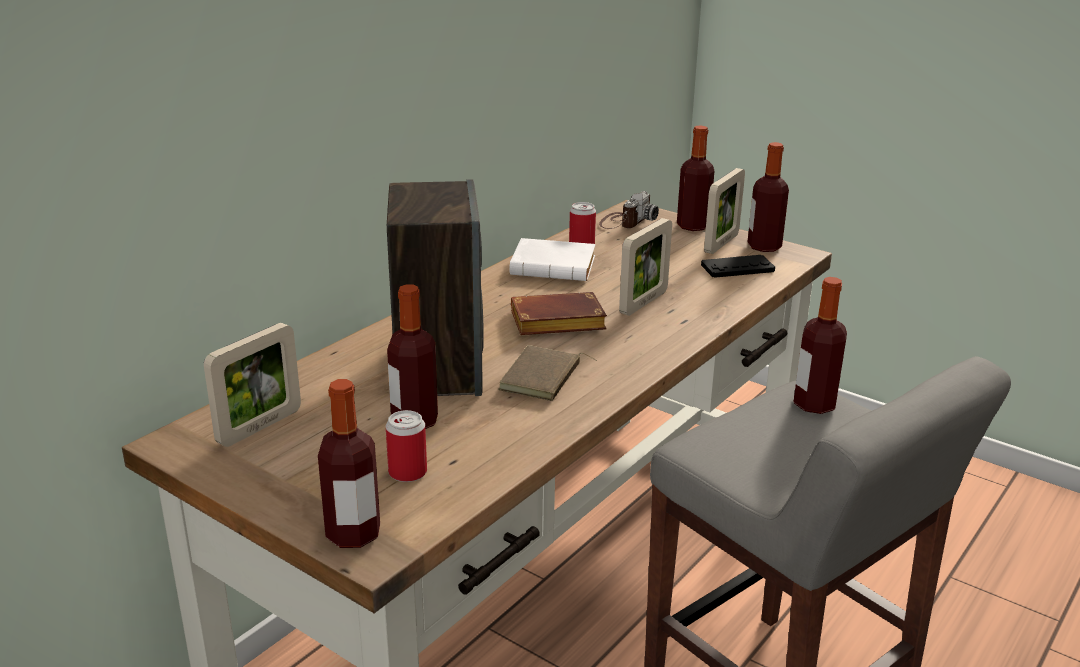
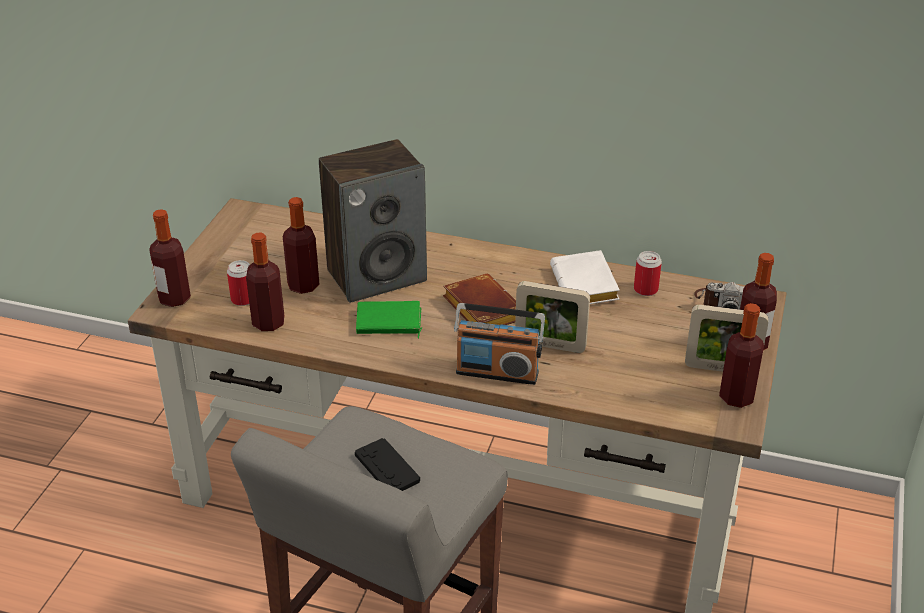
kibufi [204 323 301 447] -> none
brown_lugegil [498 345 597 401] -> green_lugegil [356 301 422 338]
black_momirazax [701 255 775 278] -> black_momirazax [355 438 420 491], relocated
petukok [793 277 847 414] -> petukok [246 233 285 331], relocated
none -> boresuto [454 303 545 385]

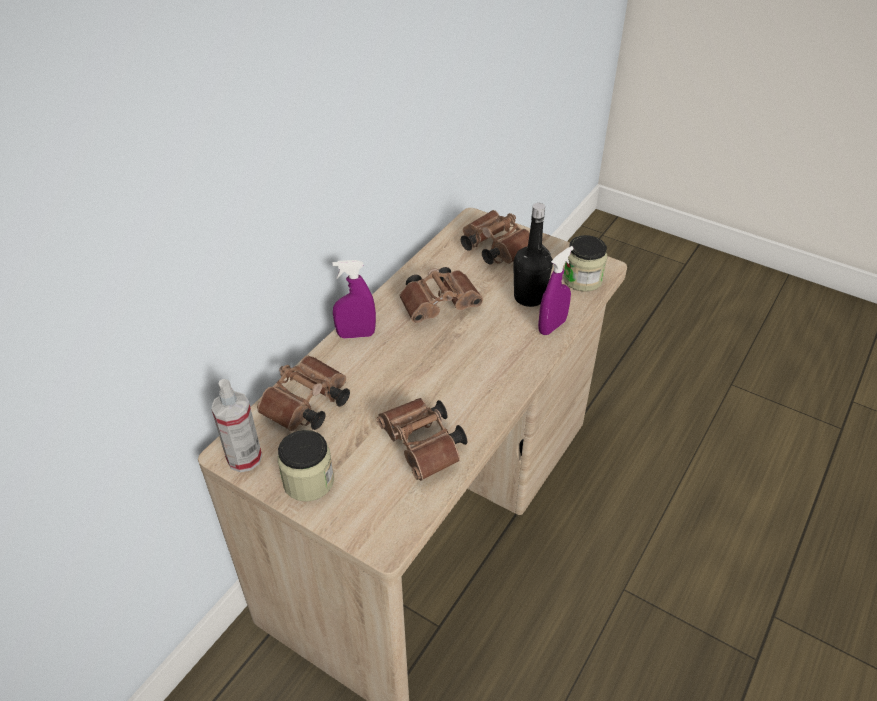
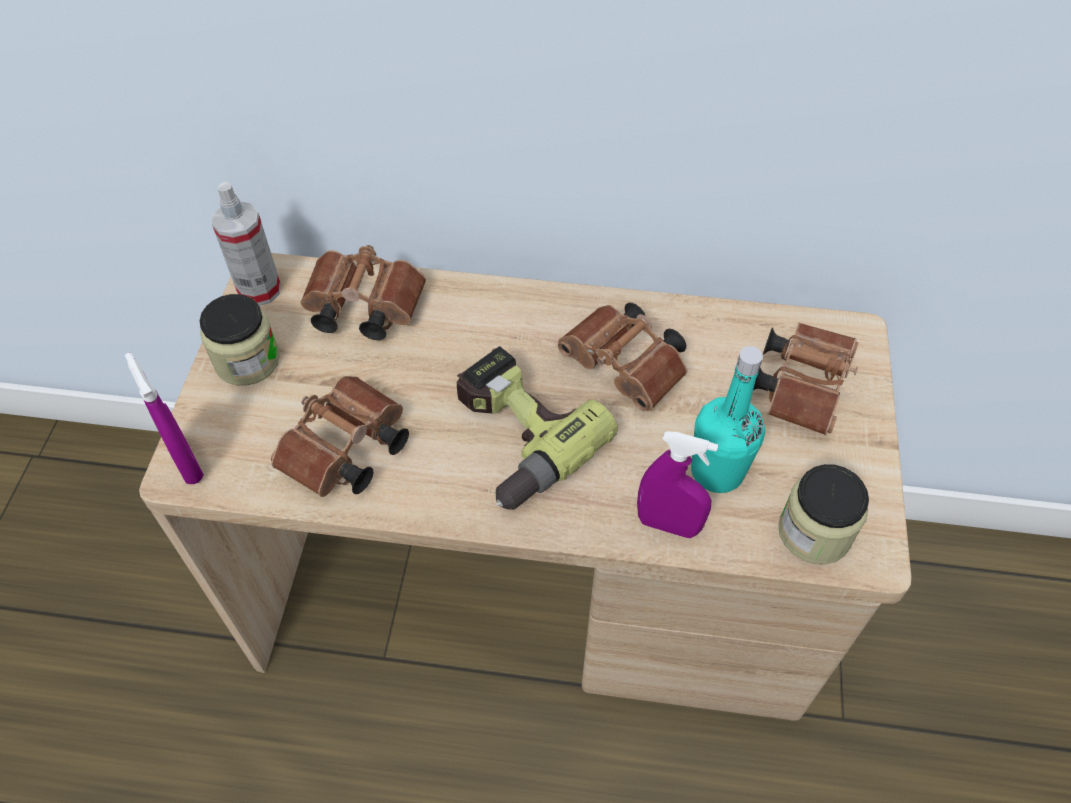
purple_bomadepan [333 260 376 339] -> purple_bomadepan [125 353 204 484], relocated
black_petukok [513 203 553 307] -> turquoise_petukok [691 346 765 493]
none -> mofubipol [457 346 618 510]

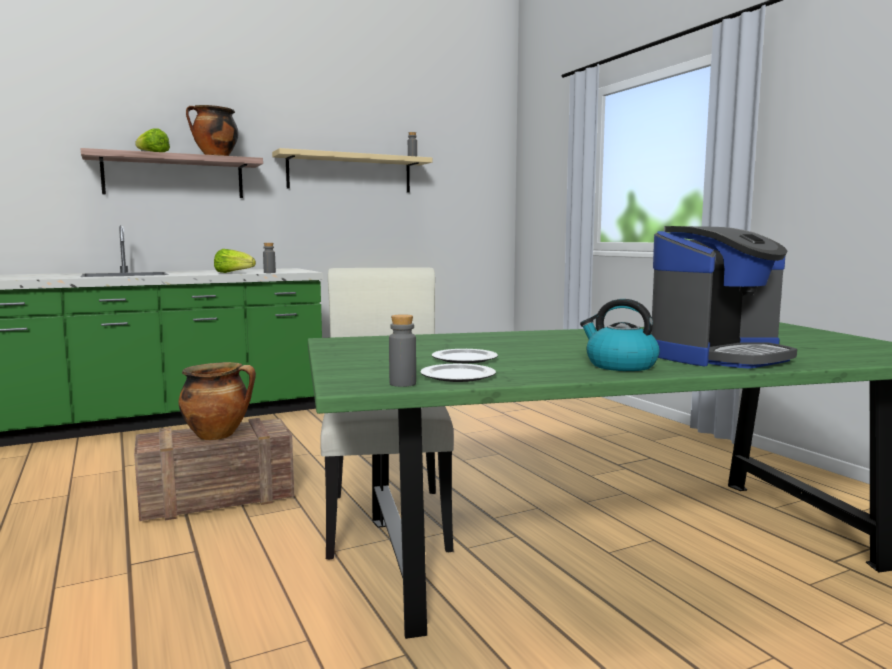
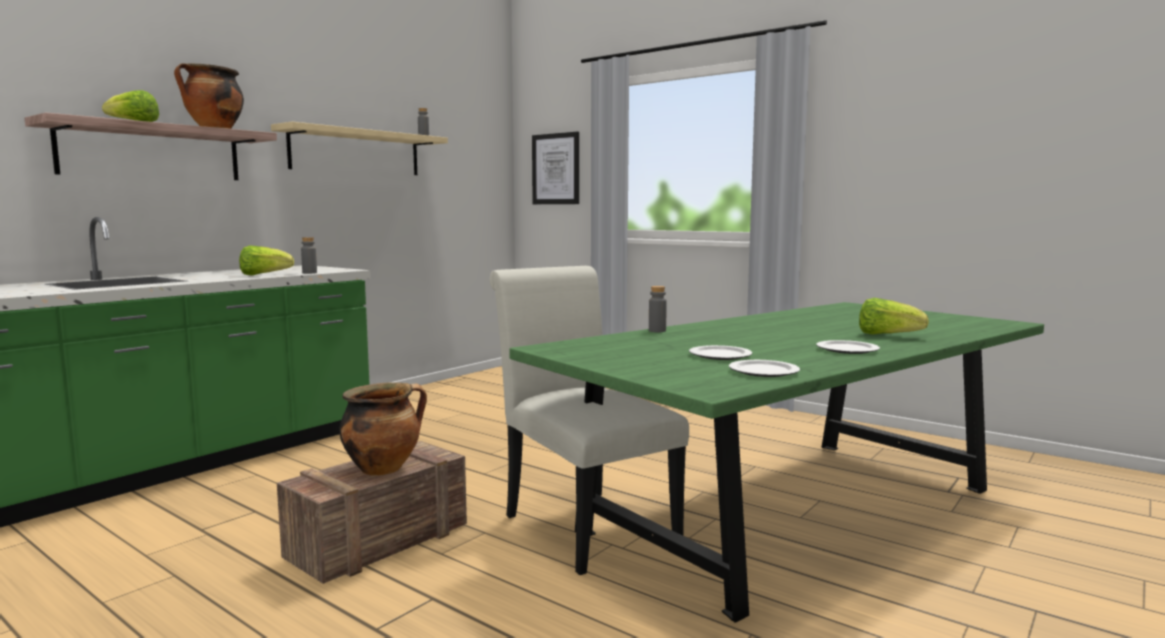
grey_petukok [389 314 416 387] -> grey_petukok [649 286 667 332], relocated
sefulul [580 299 660 371] -> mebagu [816 340 880 354]
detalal [651 226 797 369] -> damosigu [859 298 929 335]
none -> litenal [532 132 579 204]

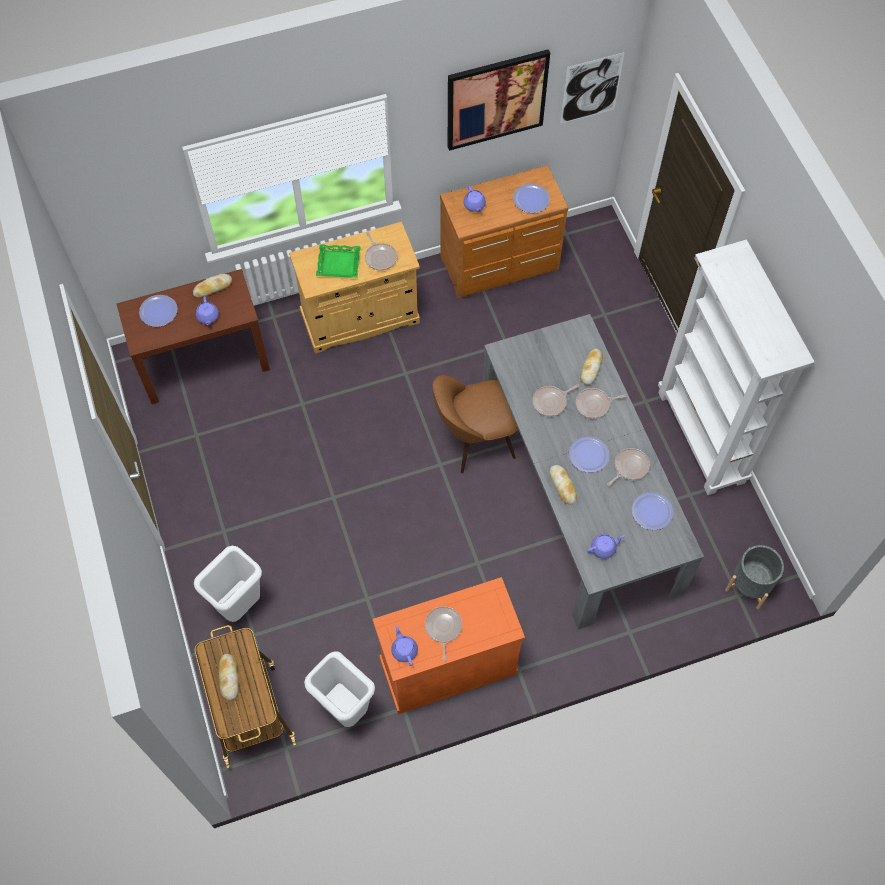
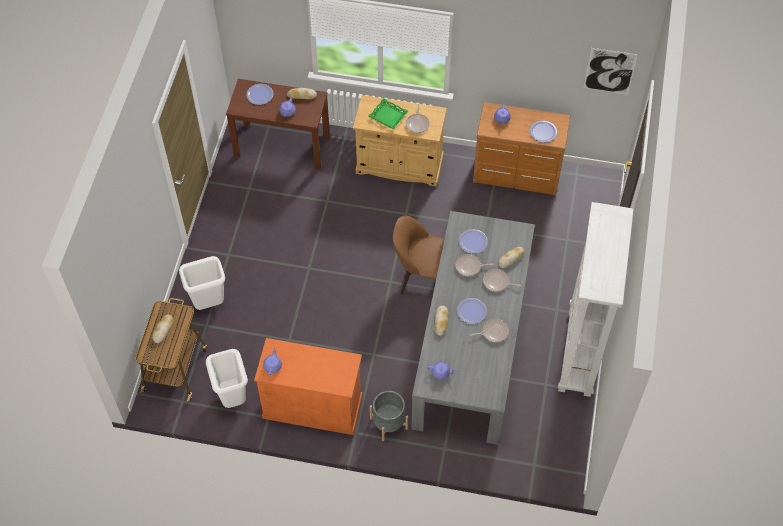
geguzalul [425 606 462 661] -> none
litenal [448 49 550 151] -> none
mebagu [632 492 673 530] -> mebagu [459 229 488 254], relocated
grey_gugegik [725 545 784 609] -> grey_gugegik [370 391 408 441], relocated

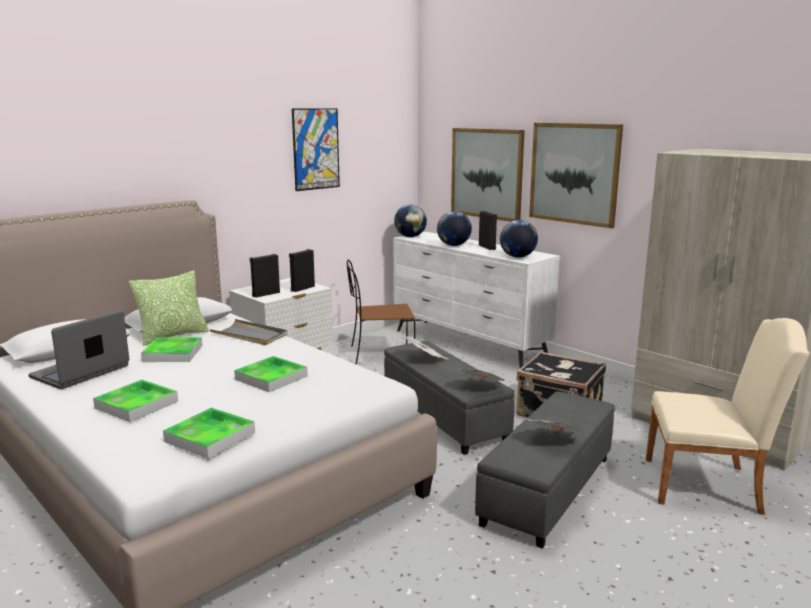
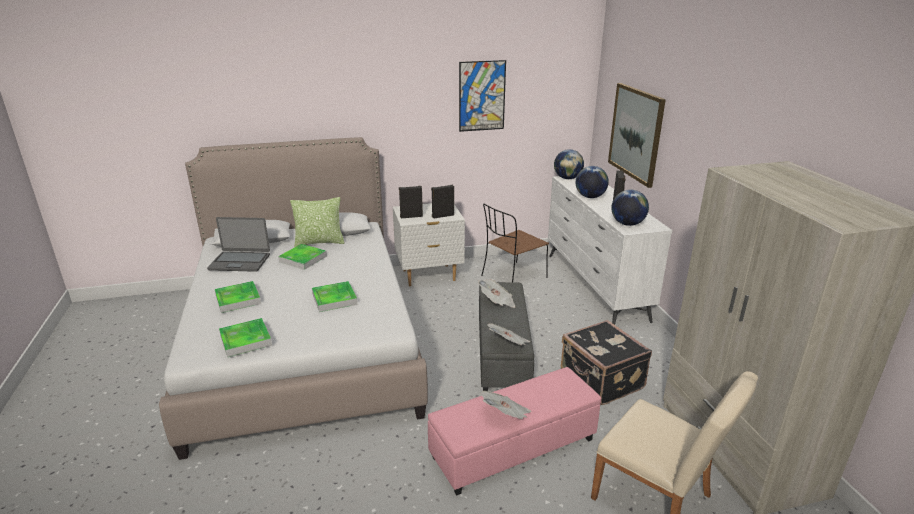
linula [28 310 129 389] -> linula [207 217 270 272], 150 degrees counterclockwise
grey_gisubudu [210 319 288 345] -> none
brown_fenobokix [346 260 415 365] -> brown_fenobokix [481 204 549 282], 60 degrees counterclockwise
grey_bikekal [475 391 615 549] -> pink_bikekal [428 367 601 495]
litenal [529 123 623 229] -> none

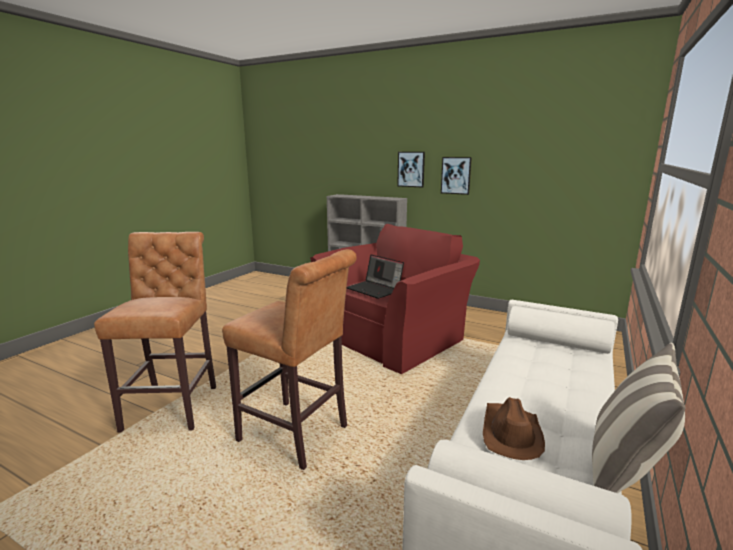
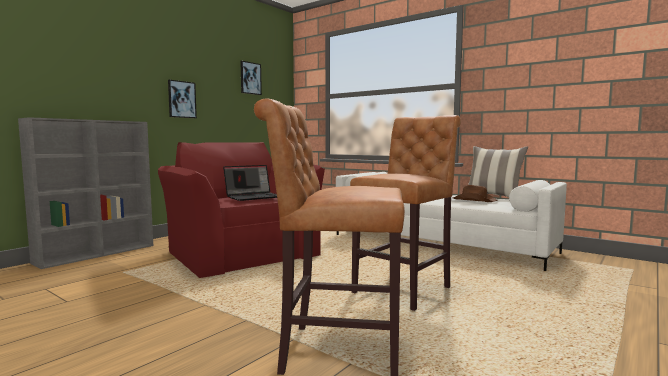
litenal [397 152 425 188] -> litenal [240 61 262 95], relocated

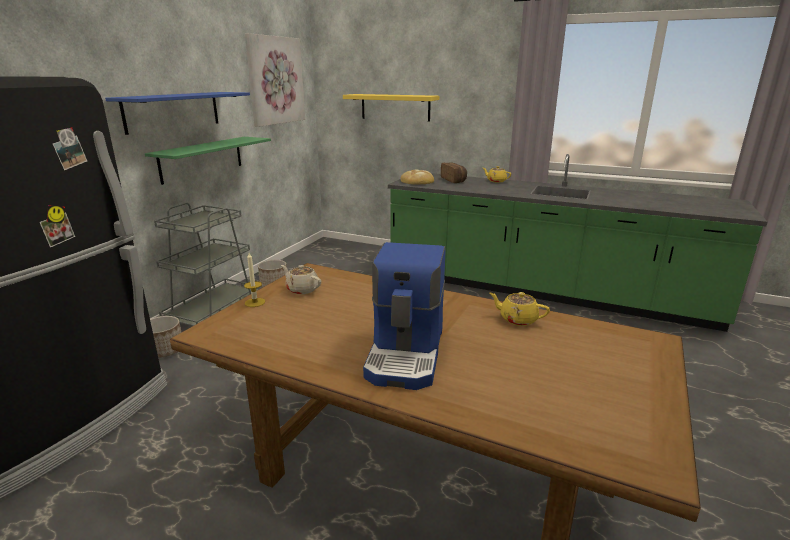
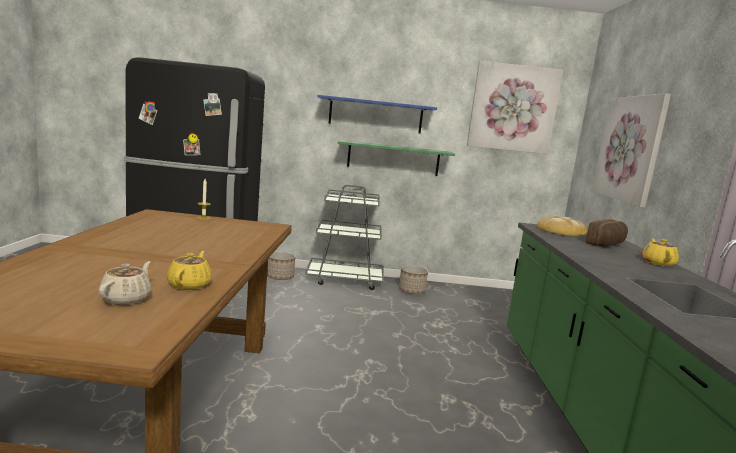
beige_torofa [281 265 321 294] -> beige_torofa [99 261 151 305], relocated
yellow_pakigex [343 94 439 121] -> litenal [592 93 671 208]
detalal [363 242 446 390] -> none

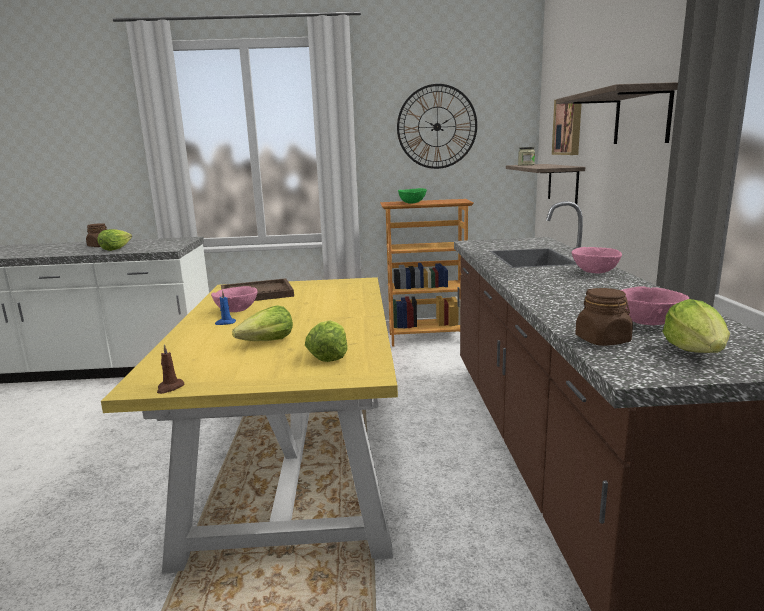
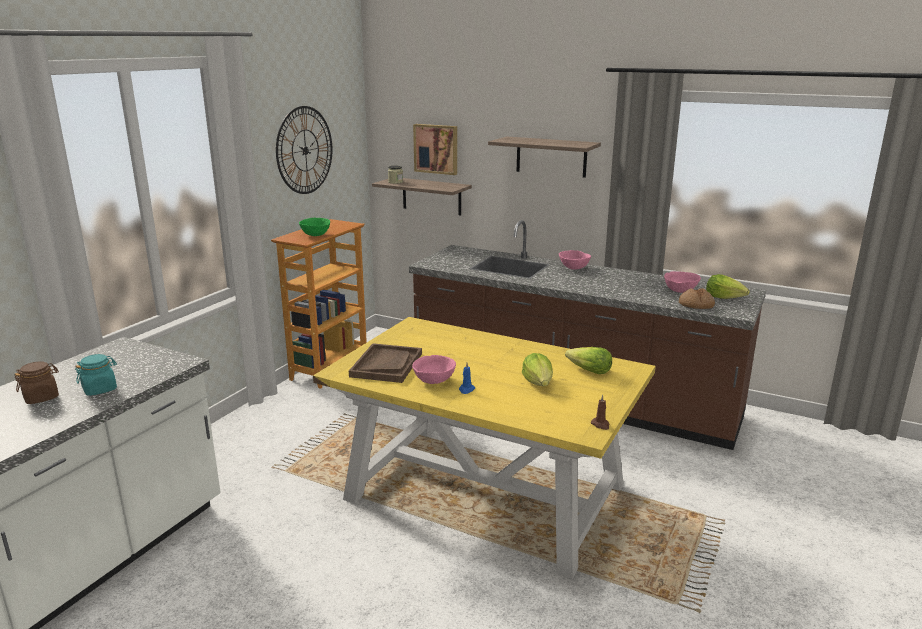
damosigu [97 229 132 251] -> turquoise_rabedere [75 354 117 396]
brown_rabedere [575 288 633 346] -> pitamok [679 288 715 309]

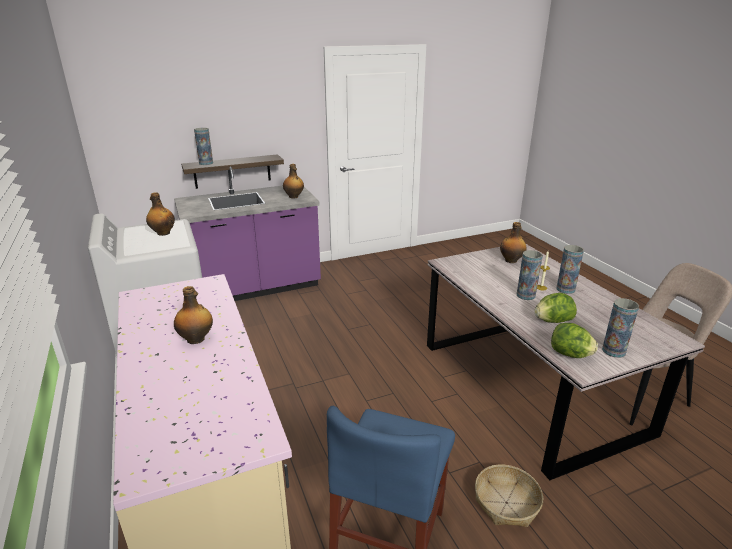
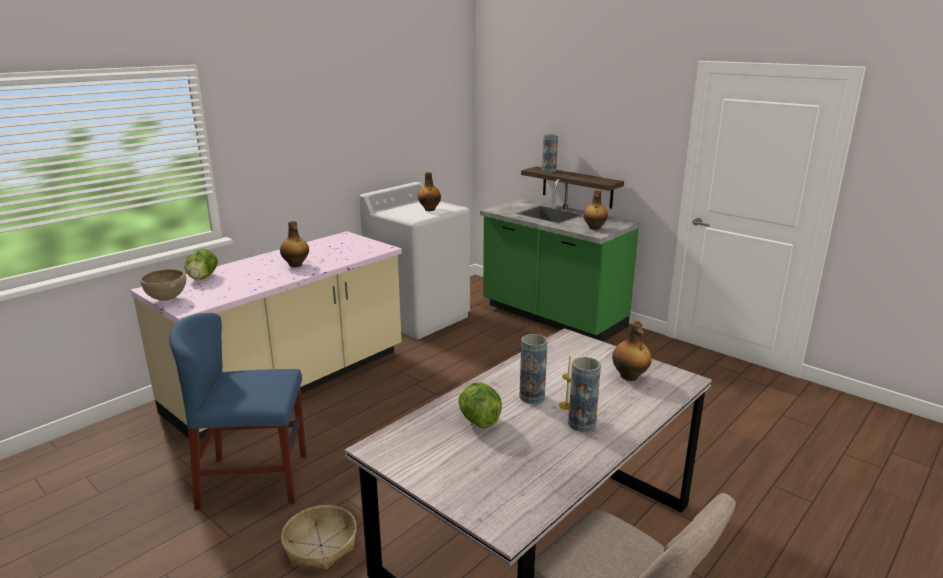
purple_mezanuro [174 167 321 301] -> green_mezanuro [480 179 641 342]
damosigu [551 323 598 358] -> damosigu [185 249 218 280], relocated
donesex [602 298 639 358] -> none
none -> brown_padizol [140 269 186 301]

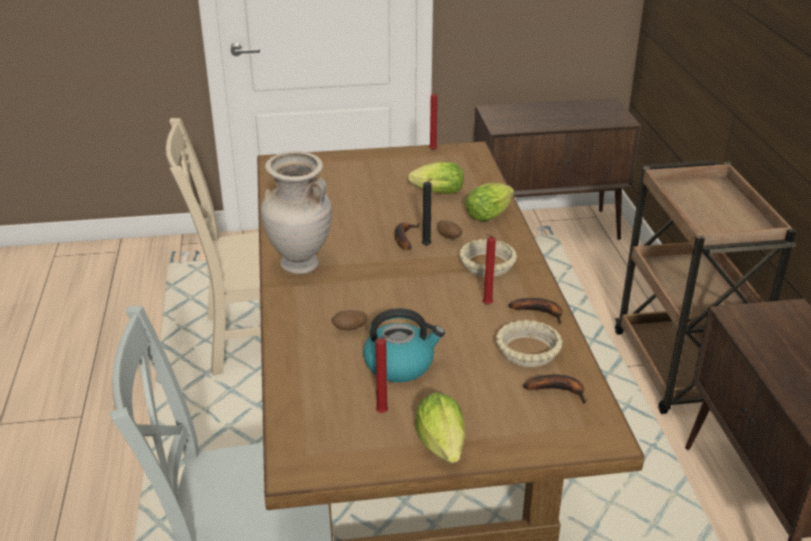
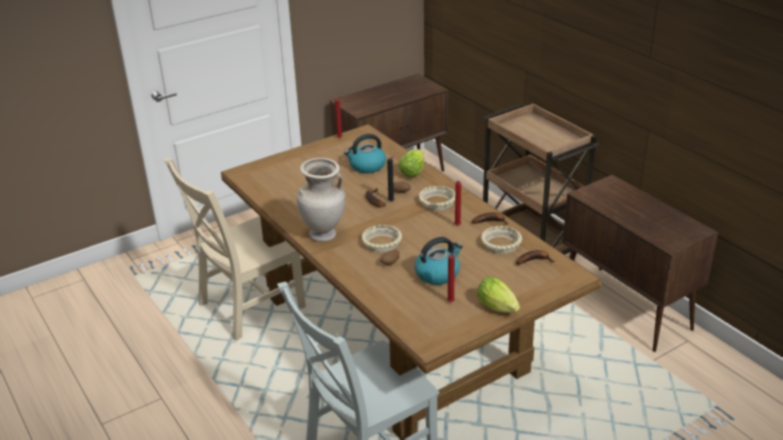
damosigu [408 162 464 194] -> sefulul [344 134 386 173]
none -> beige_padizol [361 225 402 252]

